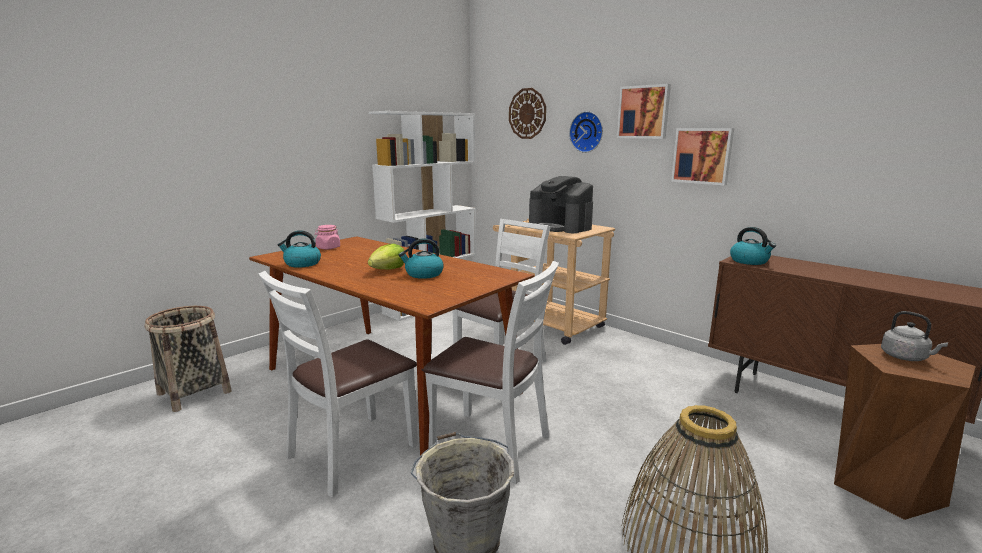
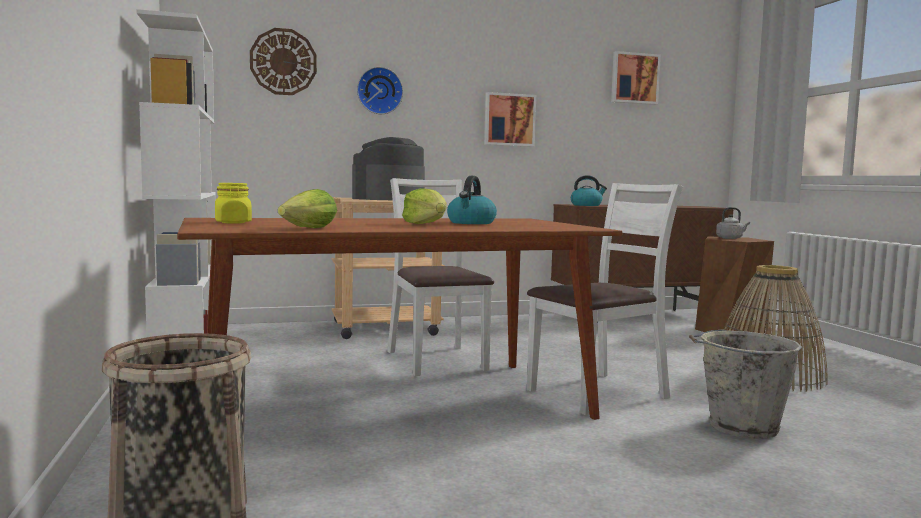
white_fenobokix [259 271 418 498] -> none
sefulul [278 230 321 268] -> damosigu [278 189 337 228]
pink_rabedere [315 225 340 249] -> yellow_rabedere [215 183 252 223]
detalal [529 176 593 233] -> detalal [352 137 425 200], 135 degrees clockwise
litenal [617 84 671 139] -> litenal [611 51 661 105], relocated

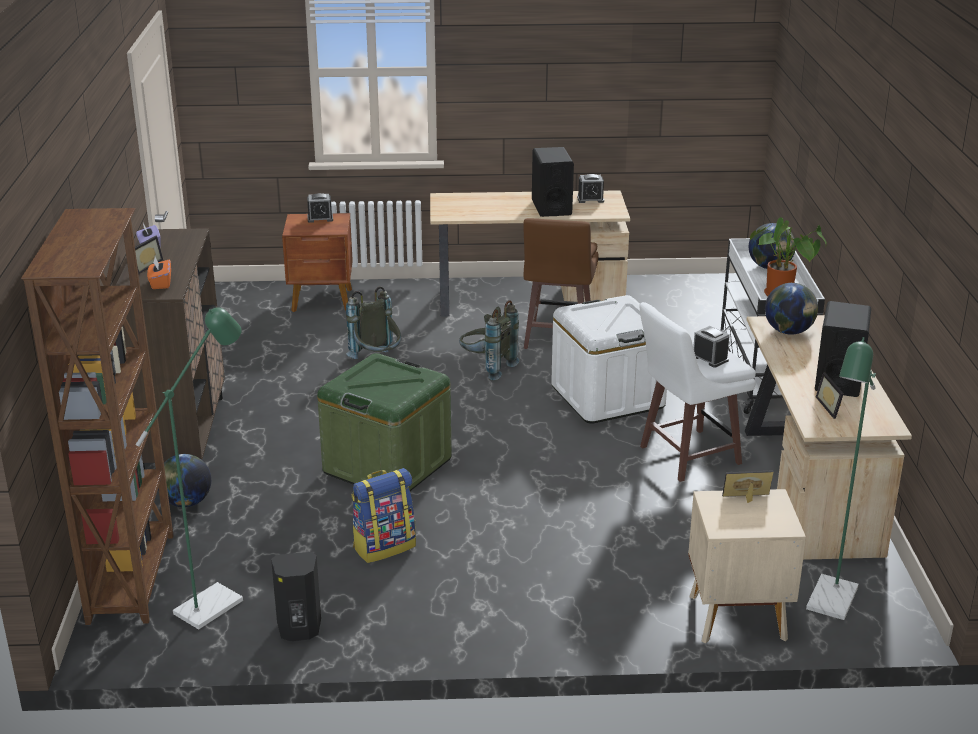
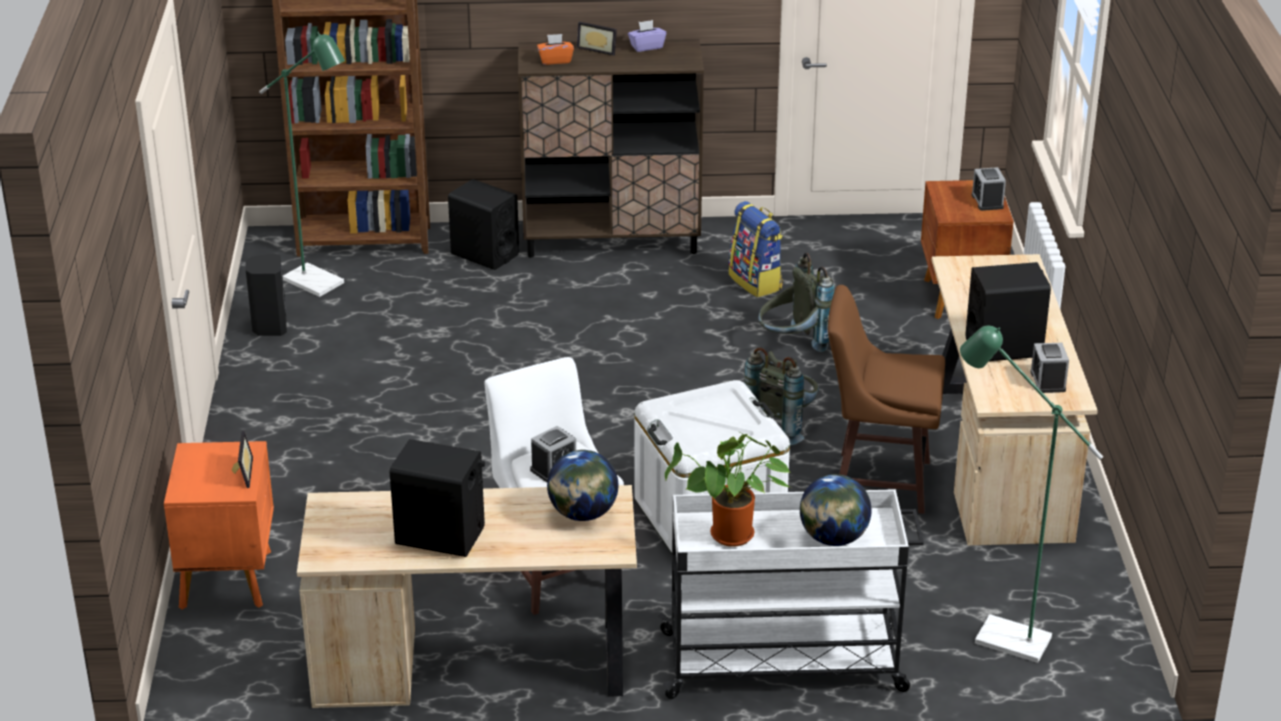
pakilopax [158 454 211 507] -> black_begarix [448 179 519 270]
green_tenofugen [317 353 452 491] -> none
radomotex [352 468 416 563] -> radomotex [729 201 783 297], relocated
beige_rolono [688 489 806 643] -> orange_rolono [164 441 274 610]
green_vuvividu [806 337 876 620] -> green_vuvividu [960 326 1103 663], relocated
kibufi [816 372 844 419] -> none

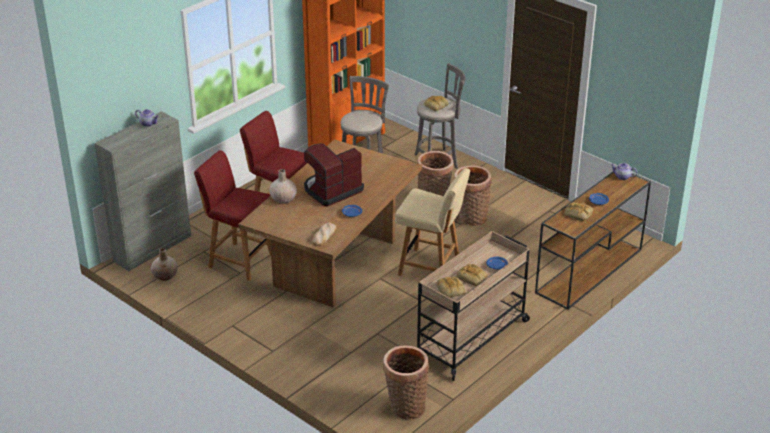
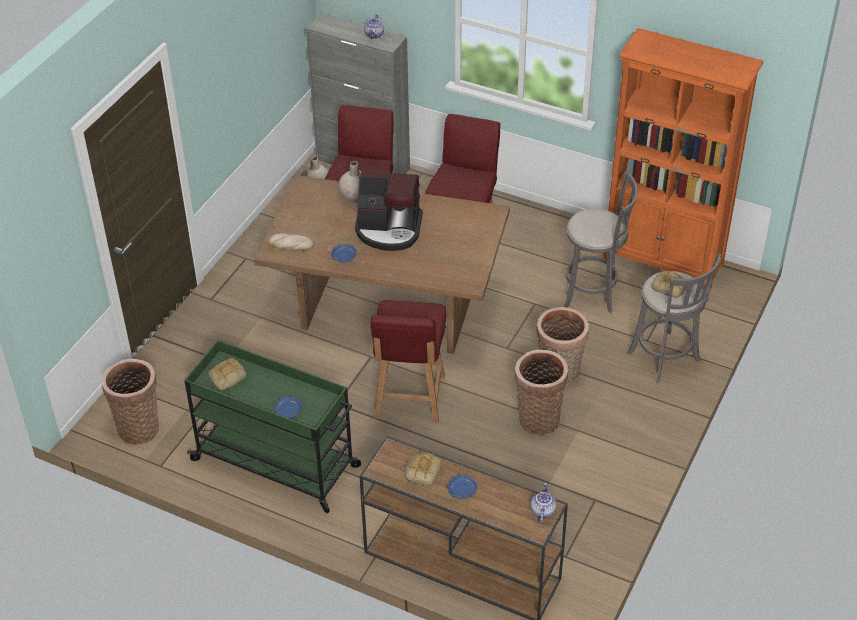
detalal [304 144 364 206] -> detalal [355 168 423 251], 150 degrees clockwise
beige_fenobokix [395 168 470 276] -> red_fenobokix [370 300 446 423]
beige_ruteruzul [417 231 530 381] -> green_ruteruzul [184 340 361 513]
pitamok [457 264 487 286] -> none

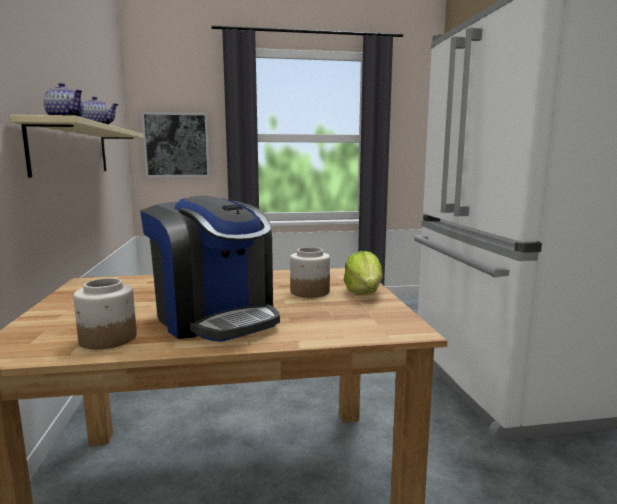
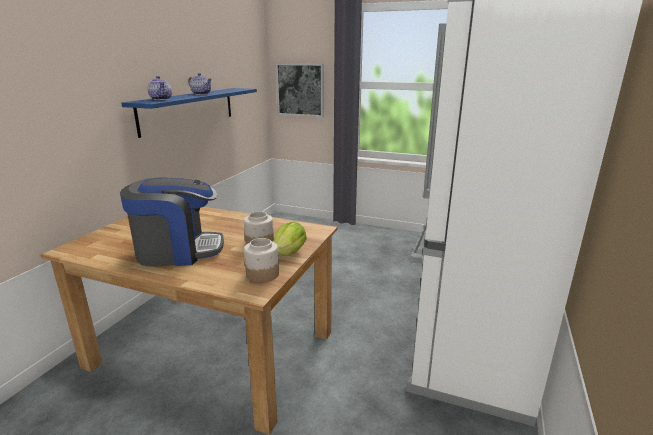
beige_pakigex [10 115 143 178] -> blue_pakigex [121 88 257 138]
rabedere [73 278 137 349] -> rabedere [244 238 279 283], relocated
detalal [140 196 280 342] -> detalal [120 177 224 266], 90 degrees counterclockwise

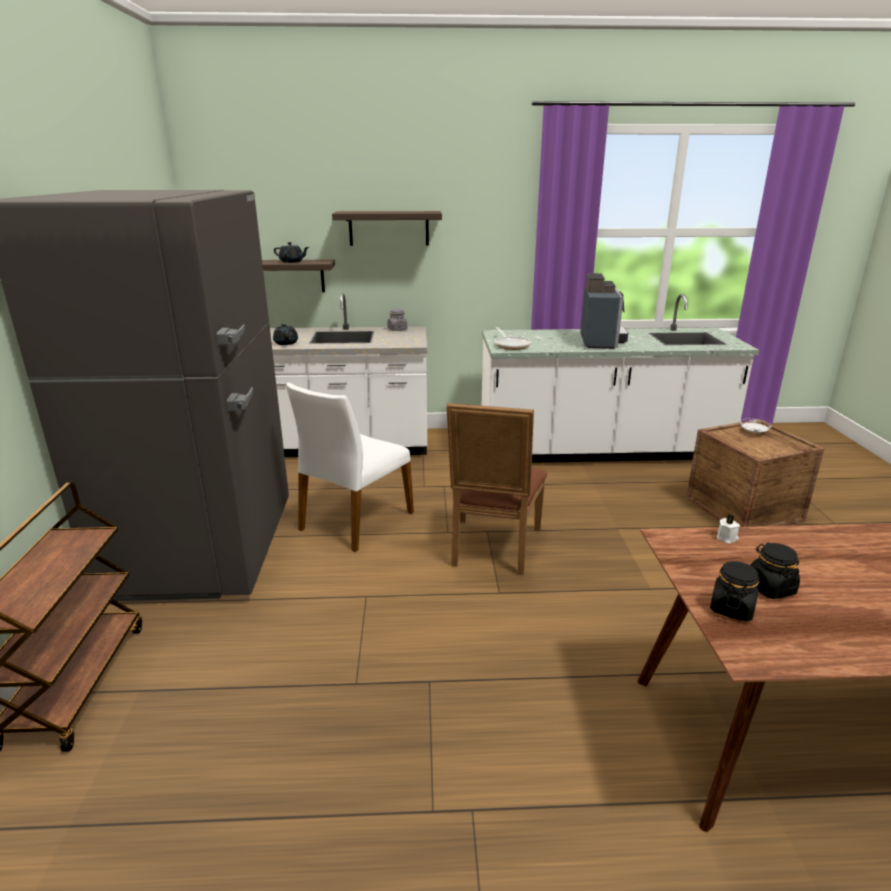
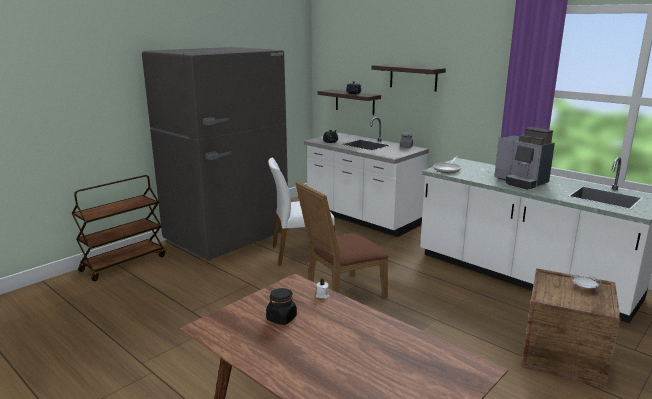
detalal [581 273 628 349] -> detalal [494 127 555 190], 90 degrees clockwise
black_rabedere [710 561 759 621] -> none

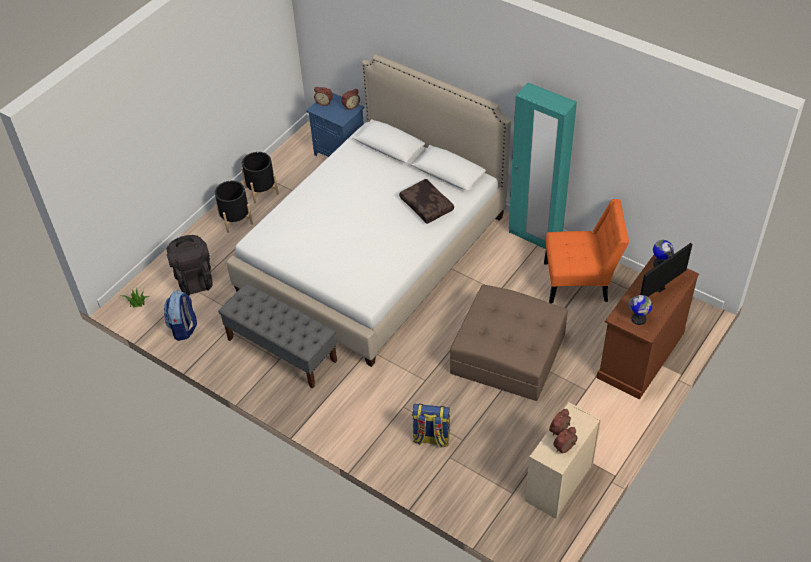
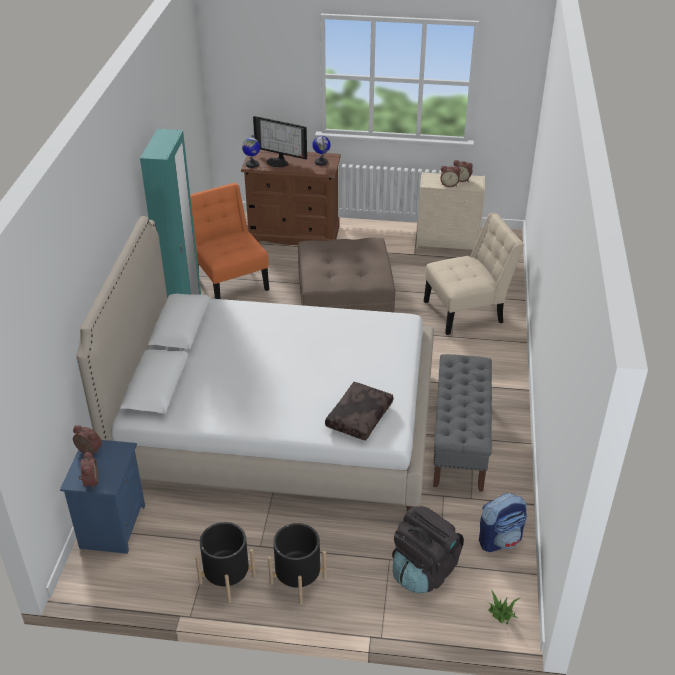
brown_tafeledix [399 179 454 224] -> brown_tafeledix [325 382 394 441], relocated
radomotex [412 404 450 448] -> beige_fenobokix [424 213 524 335]

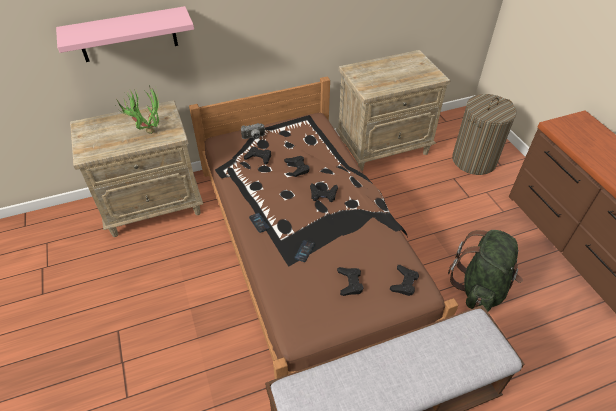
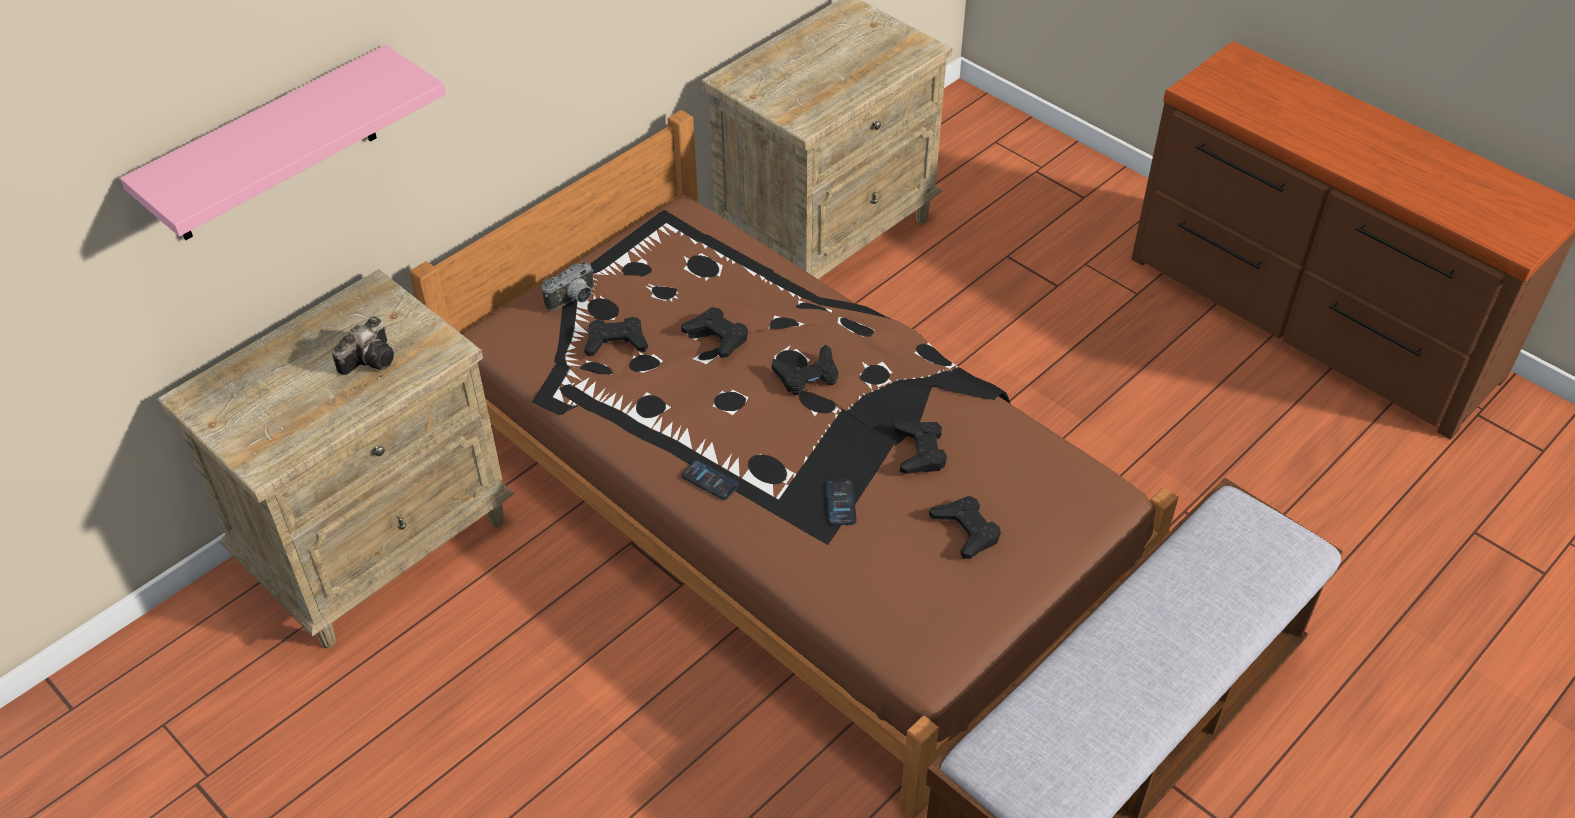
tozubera [116 85 159 134] -> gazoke [332 317 394 375]
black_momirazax [390 265 419 296] -> black_momirazax [893 420 947 474], relocated
green_radomotex [448 230 523 312] -> none
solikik [452 94 517 175] -> none

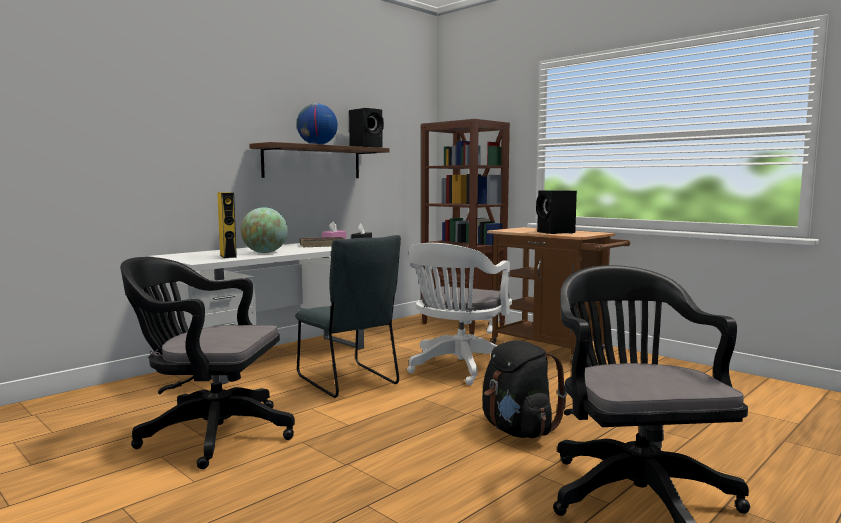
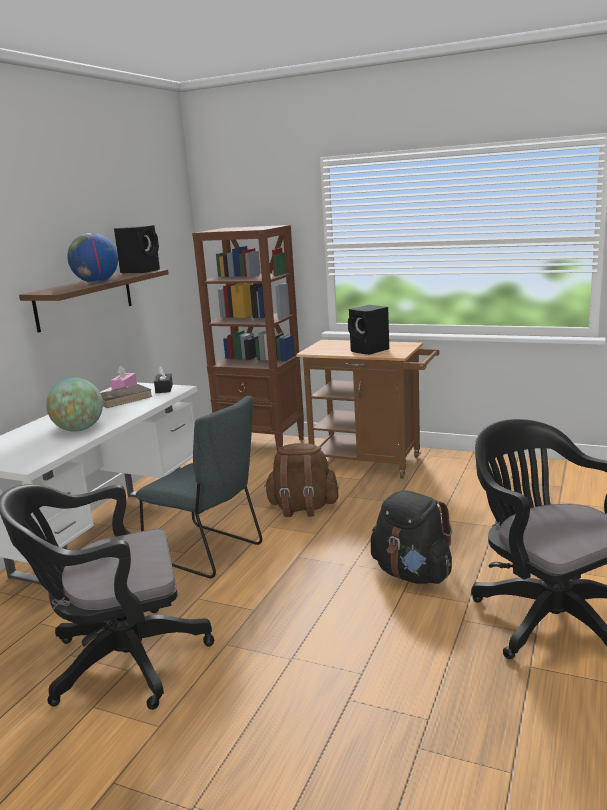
yellow_begarix [217 192 237 258] -> none
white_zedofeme [407 243 512 385] -> brown_radomotex [264 443 339 517]

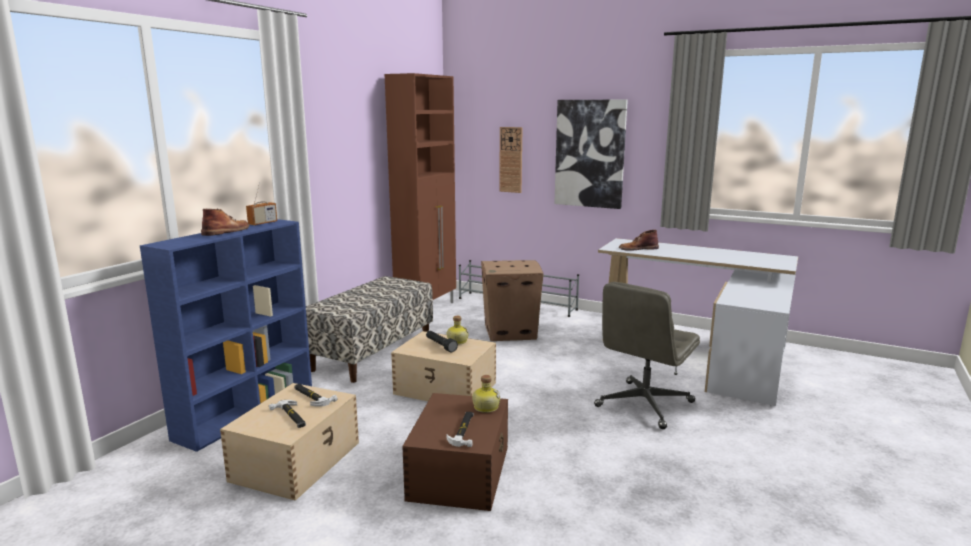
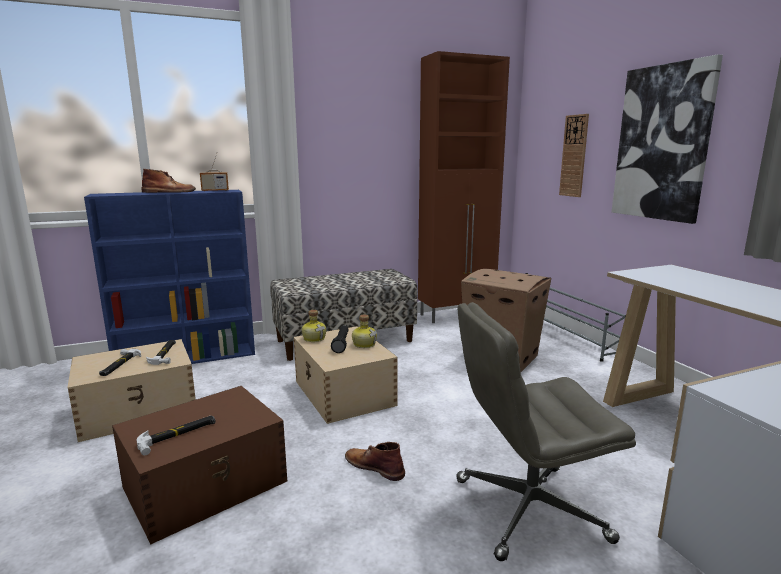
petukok [472 375 500 413] -> petukok [302 310 326 342], relocated
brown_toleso [619 230 659 251] -> brown_toleso [345 442 405 481], relocated

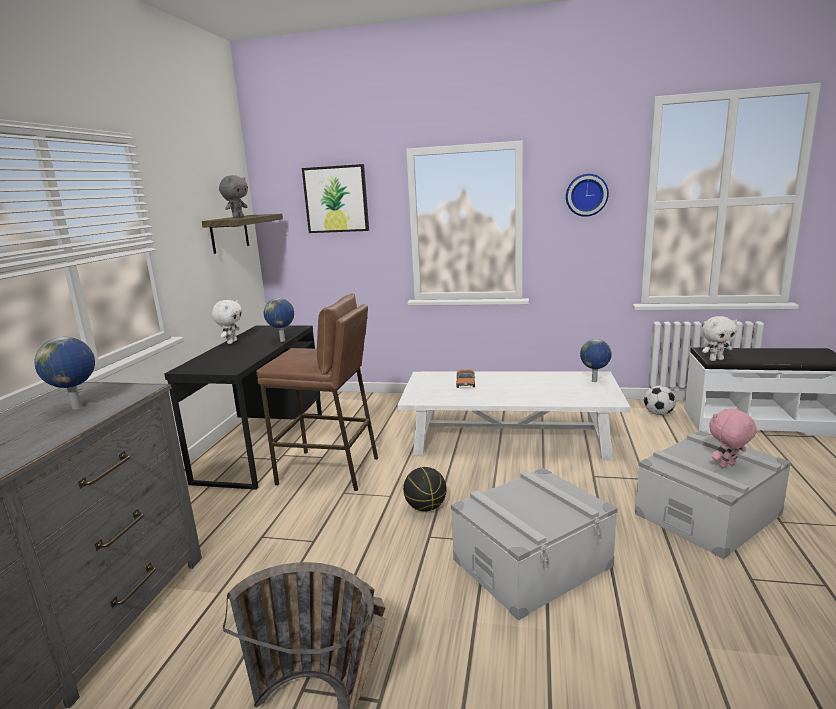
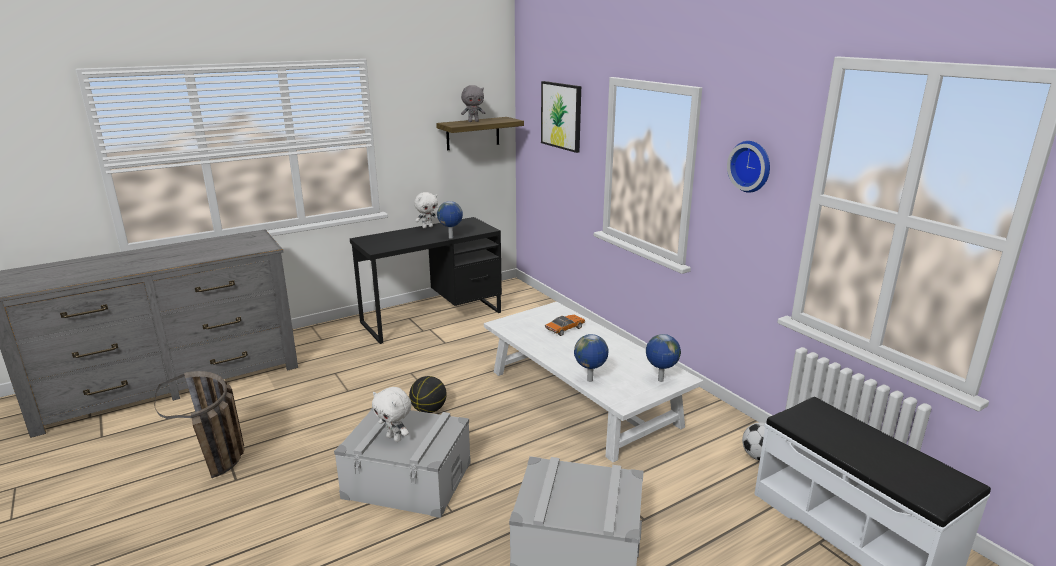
pakilopax [35 337 95 410] -> pakilopax [574 334 609 382], relocated
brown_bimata [256 293 378 491] -> none
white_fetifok [702 316 737 361] -> white_fetifok [372 387 411 442], relocated
pink_fetifok [709 408 757 468] -> none

